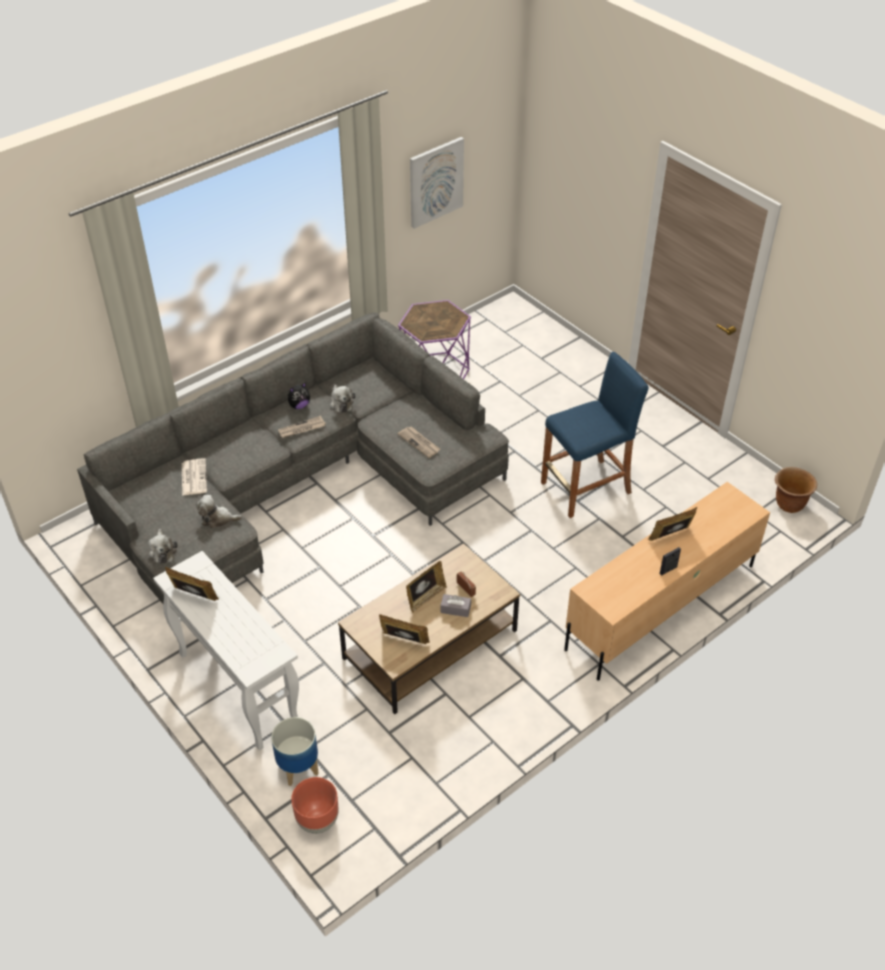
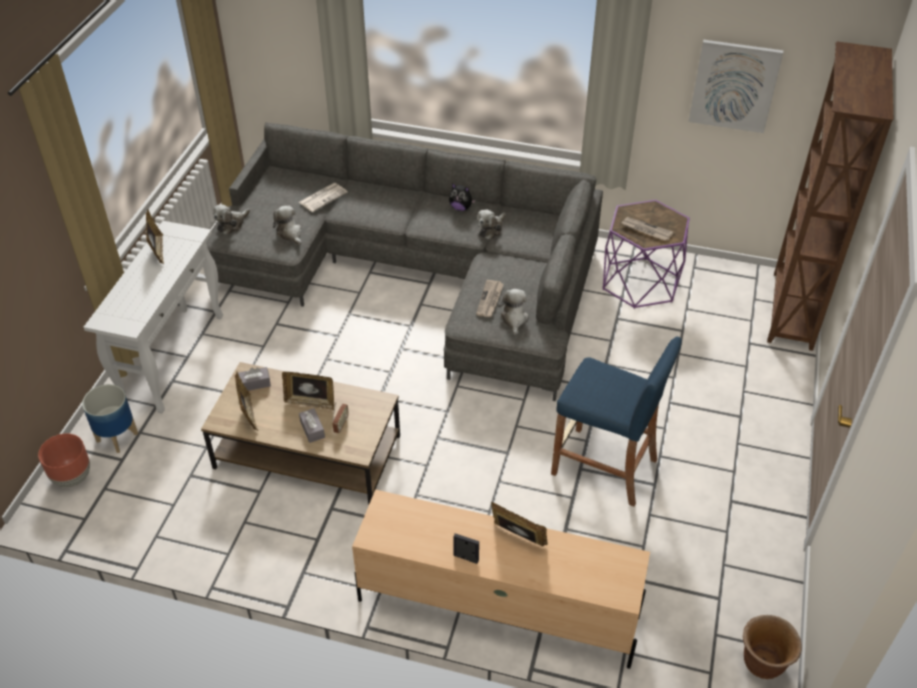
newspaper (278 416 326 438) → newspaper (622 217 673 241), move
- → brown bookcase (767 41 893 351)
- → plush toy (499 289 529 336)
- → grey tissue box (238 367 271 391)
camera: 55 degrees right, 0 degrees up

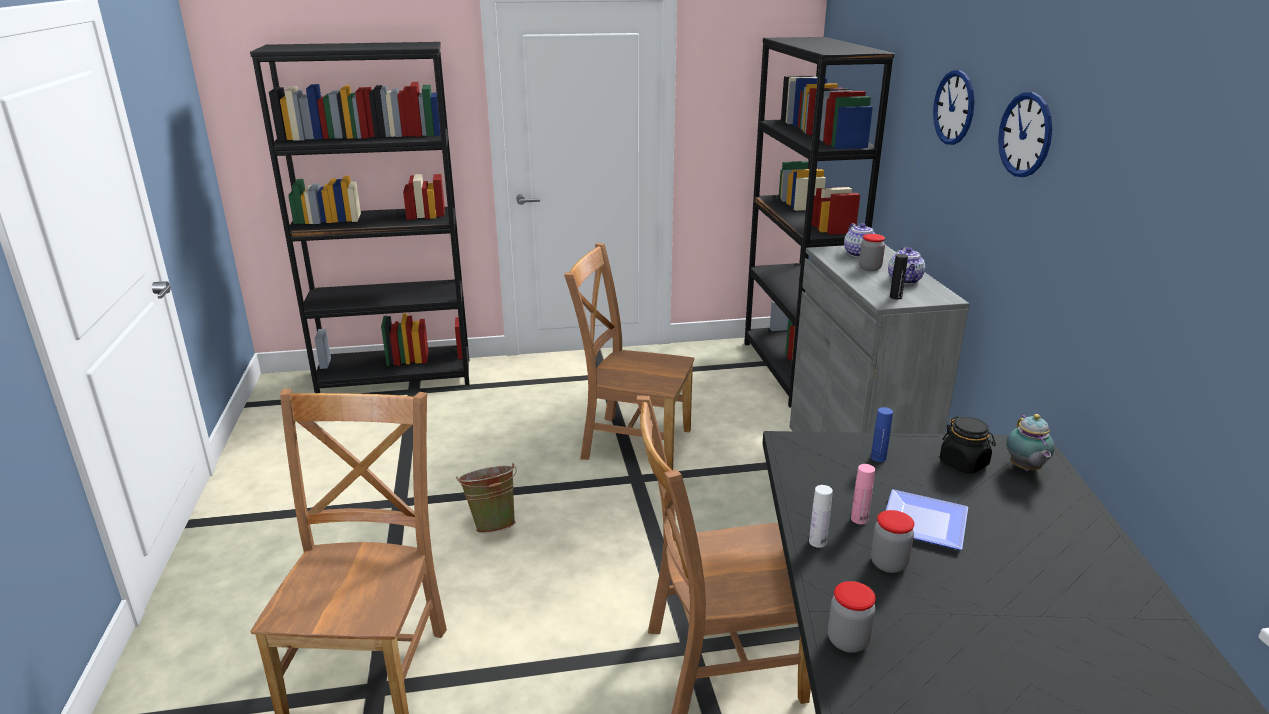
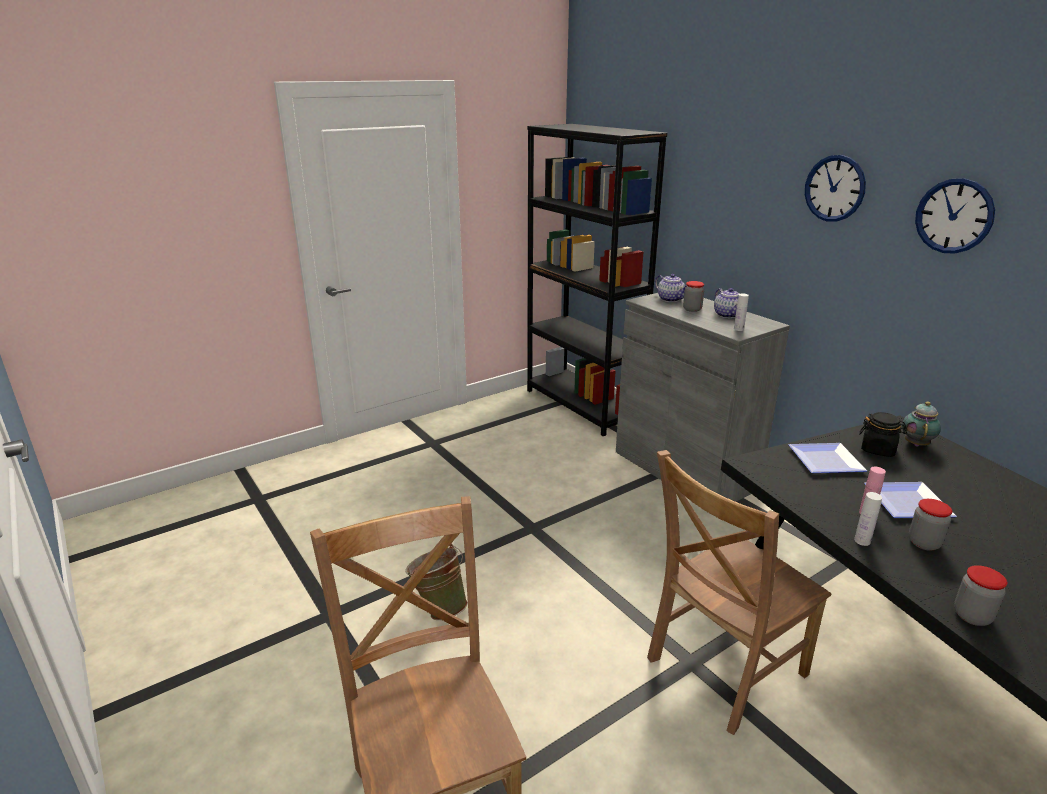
black bookcase (250 42 469 393) → -
wall clock (933 70 974 145) → wall clock (915 178 995 254), move
brown chair (564 243 694 470) → -
black bottle (890 254 908 300) → white bottle (734 294 749 331)
blue bottle (871 407 893 462) → plate (788 443 867 473)
teapot (1006 414 1055 471) → teapot (902 402 941 447), 135 degrees counterclockwise
camera: 25 degrees left, 0 degrees up

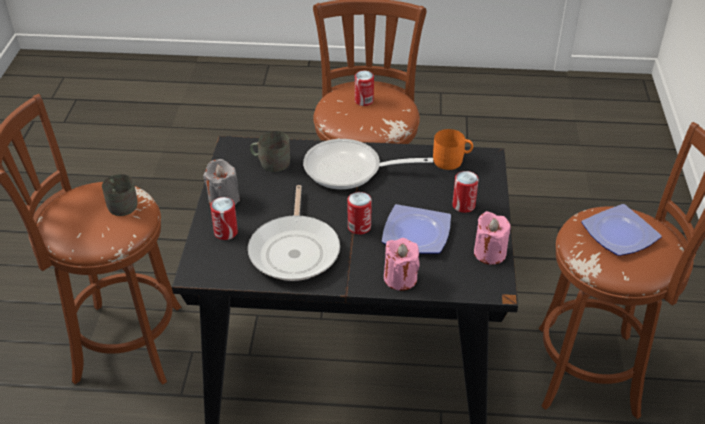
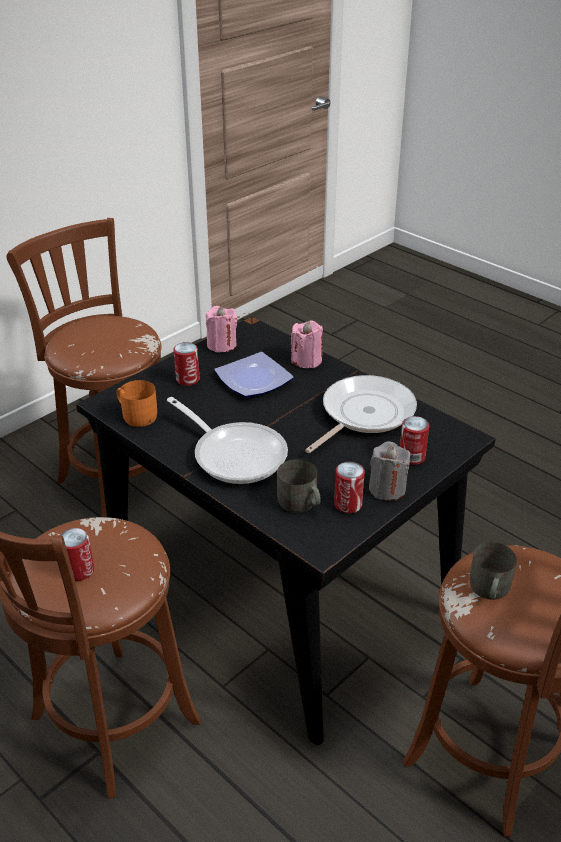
can (348 192 372 235) → can (334 462 365 513), move
plate (581 204 662 256) → -
camera: 140 degrees left, 5 degrees down

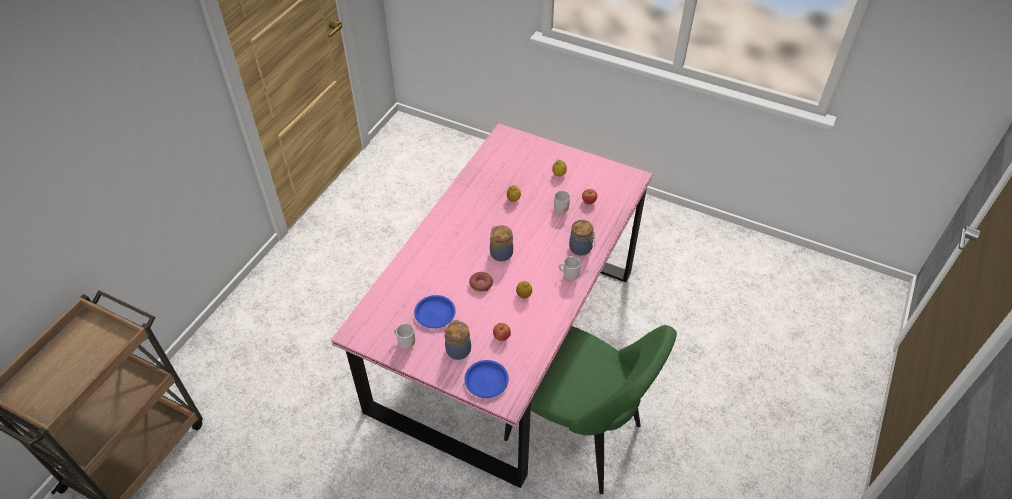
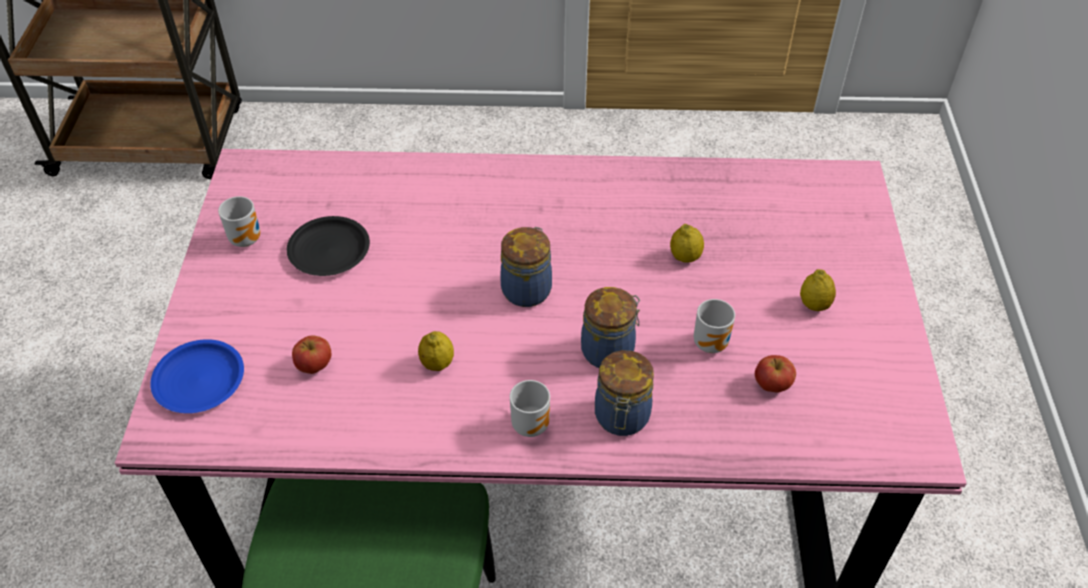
donut (469 272 493 292) → -
blue plate (414 295 456 329) → black plate (287 216 370 276)
jar (445 320 471 360) → jar (581 287 640 368), move
camera: 65 degrees right, 0 degrees up

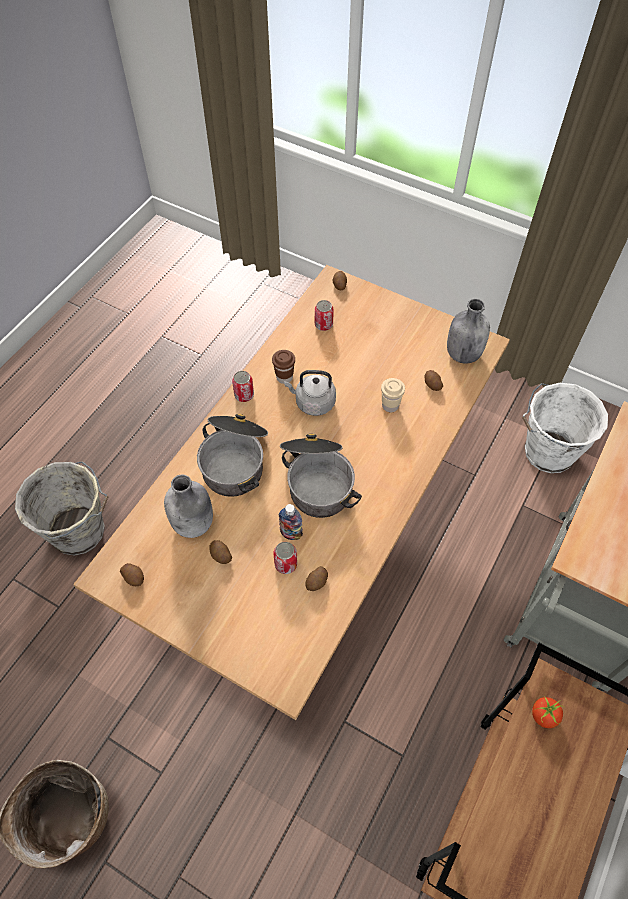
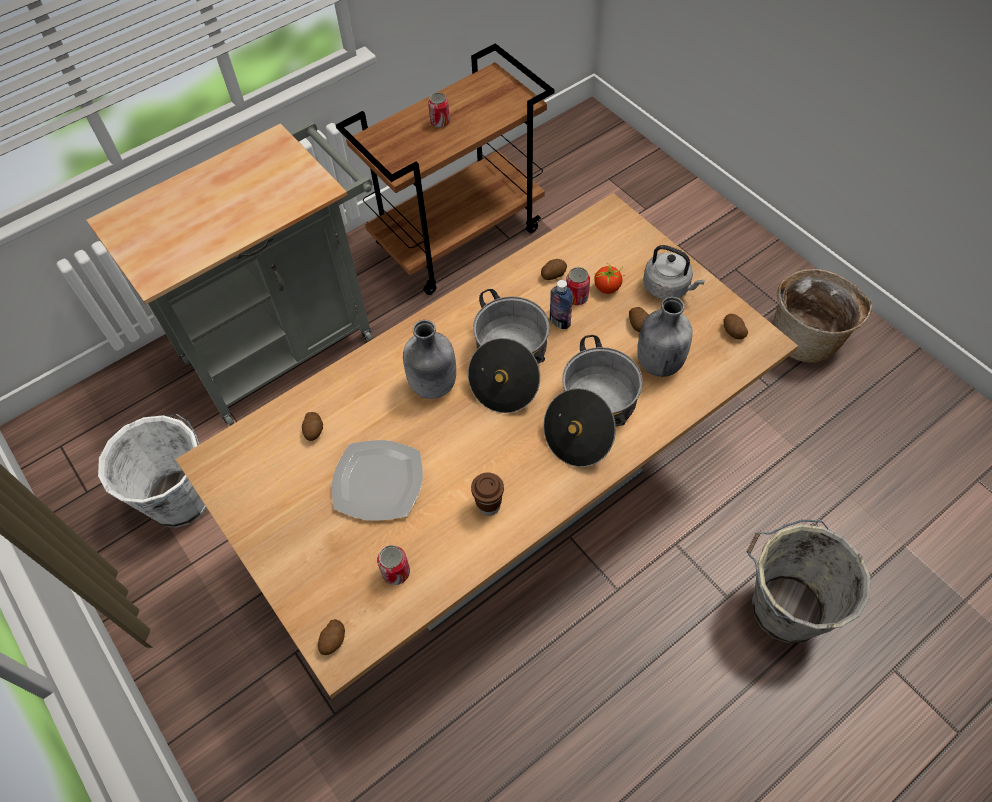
grey bottle (447 299 490 364) → grey bottle (403 320 456 399), move
grey kettle (284 370 336 416) → grey kettle (643 245 705 300), move
can (232 371 254 402) → can (428 93 450 128), move
beige cup (381 378 405 412) → -
tomato (532 696 564 728) → tomato (594 263 623 294), move
- → plate (332 440 423 521)
camera: 155 degrees left, 0 degrees up

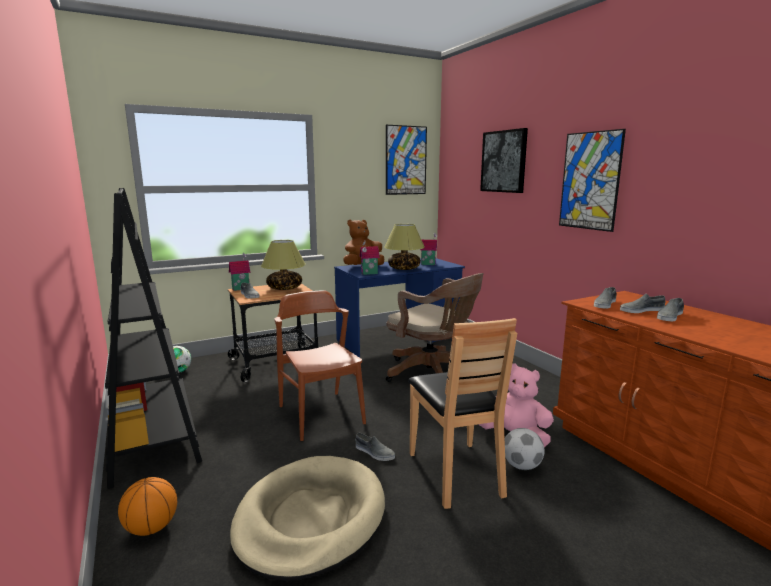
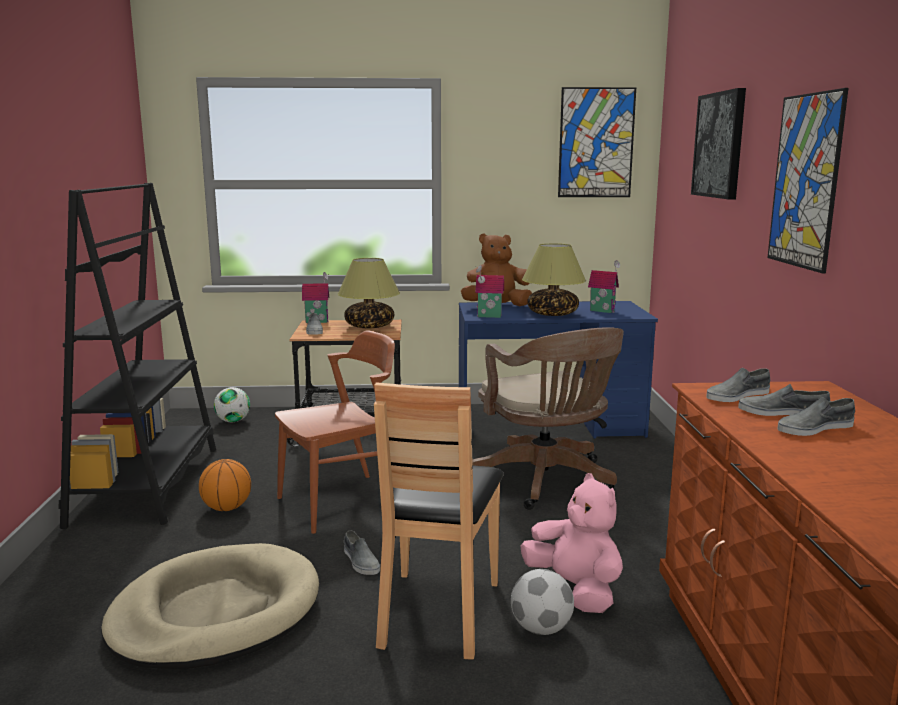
brown chair (274 290 366 441) → brown chair (275 330 395 534), 60 degrees clockwise
basketball (118 477 177 536) → basketball (199 459 251 511), move
camera: 25 degrees right, 0 degrees up

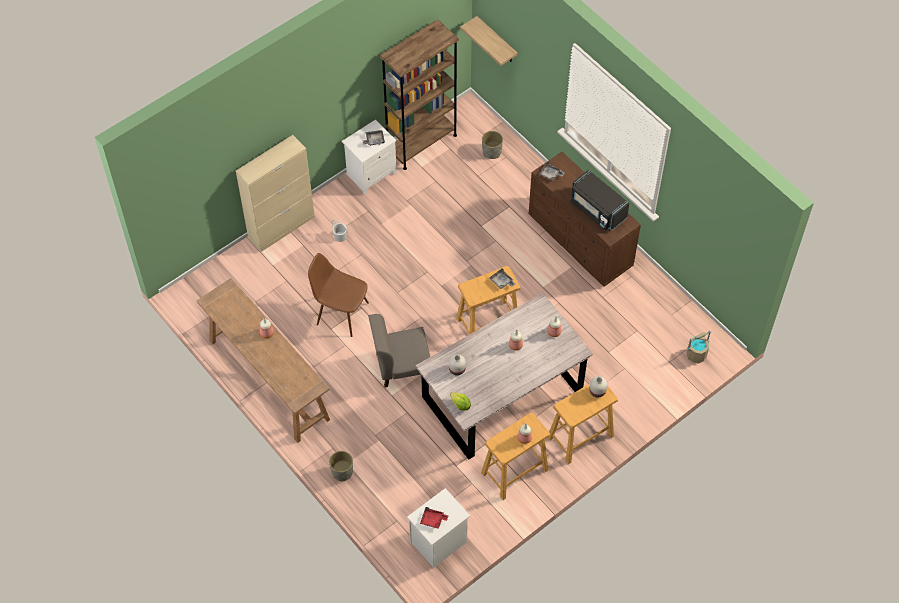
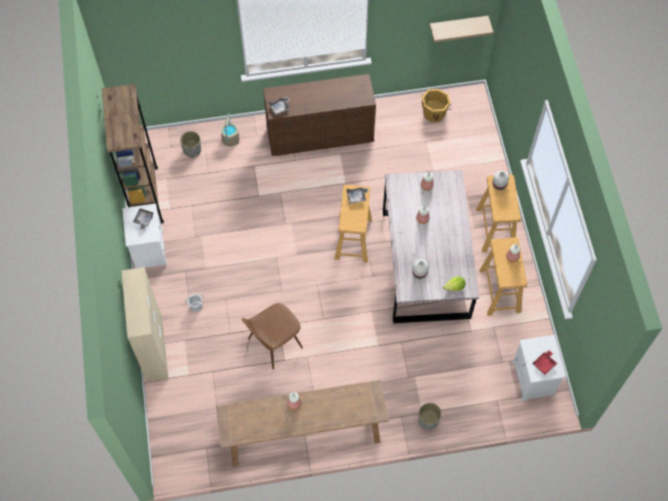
shelf (460 16 517 66) → shelf (430 16 493 43), move
black microwave (570 170 629 230) → -
grey chair (368 314 430 387) → -
beige bucket (687 331 711 364) → beige bucket (221 113 240 147), move
- → orange bucket (422 89 451 122)
camera: 60 degrees left, 5 degrees up

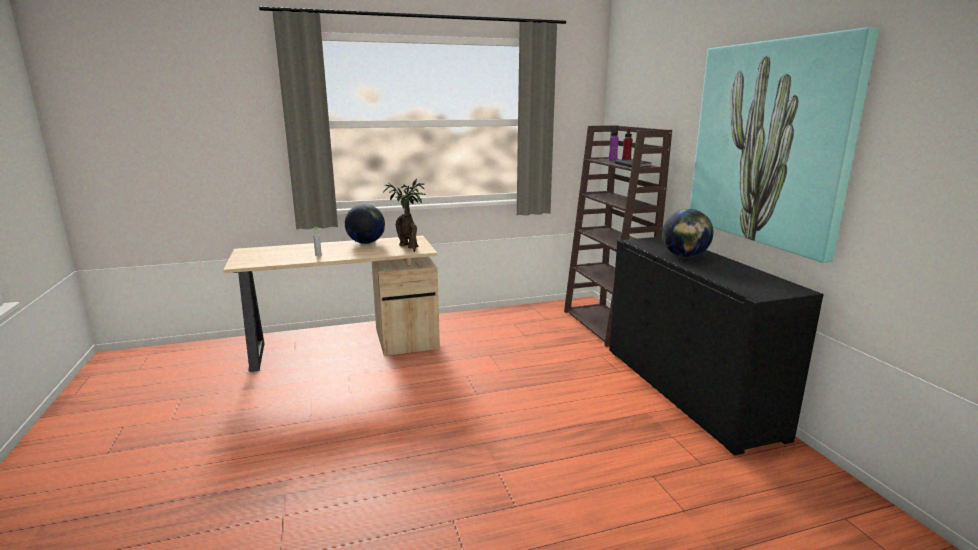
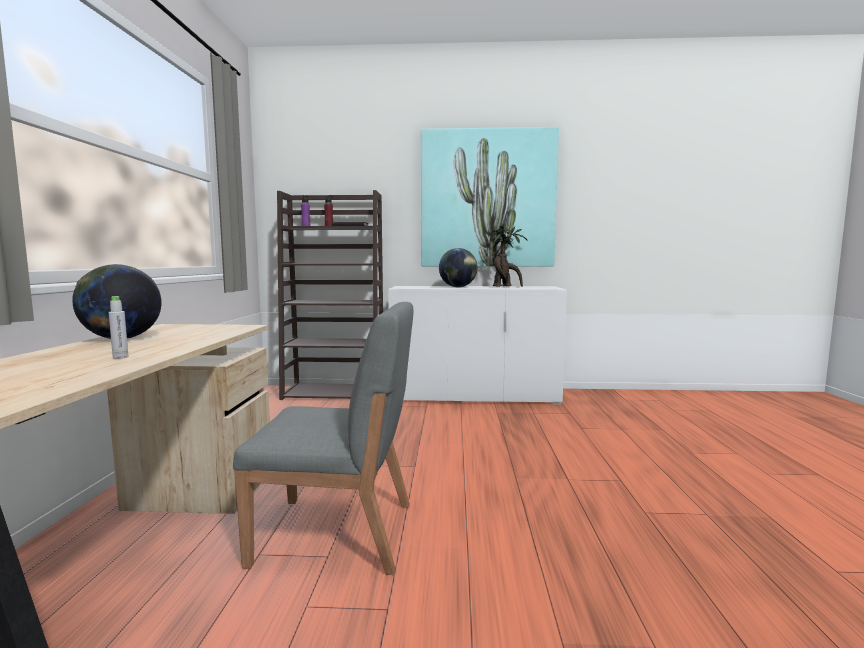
potted plant (383 179 426 252) → potted plant (492 223 528 287), move
black cabinet (609 237 824 456) → white cabinet (388 286 567 405)
- → grey chair (233 302 413 575)
camera: 70 degrees left, 10 degrees down

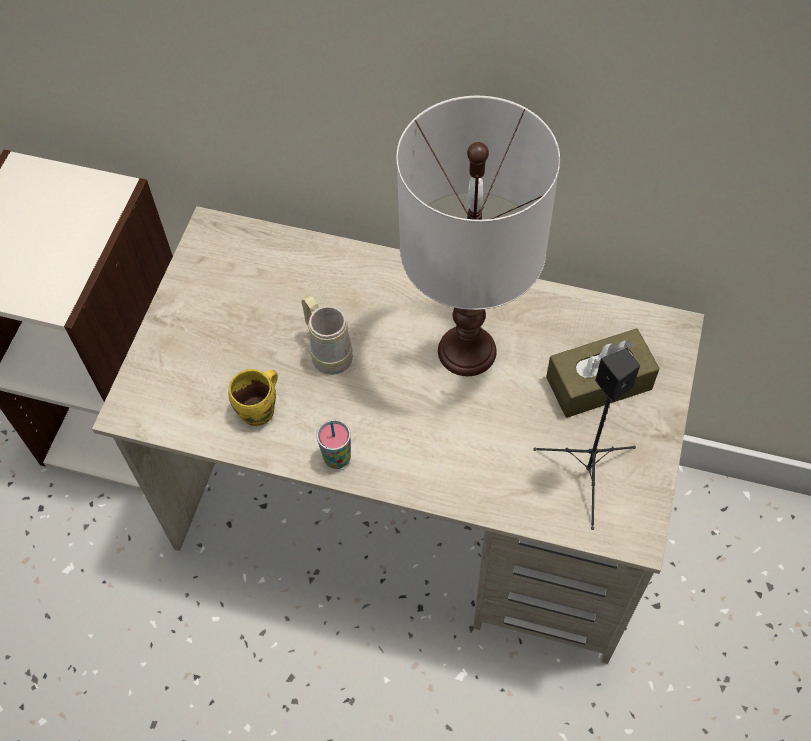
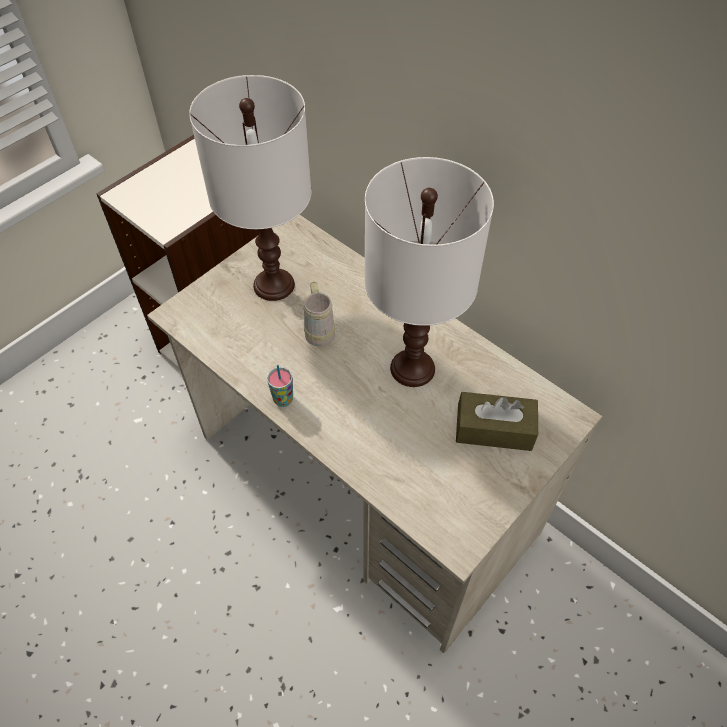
black speaker (533 348 640 530) → -
yellow mug (228 369 278 426) → -
- → white table lamp (189 75 312 301)
camera: 25 degrees right, 5 degrees down

